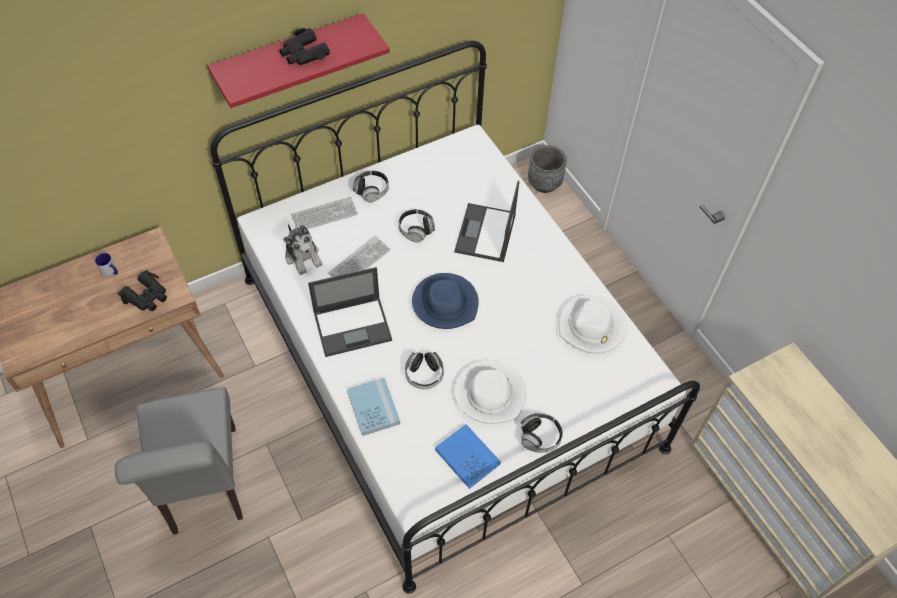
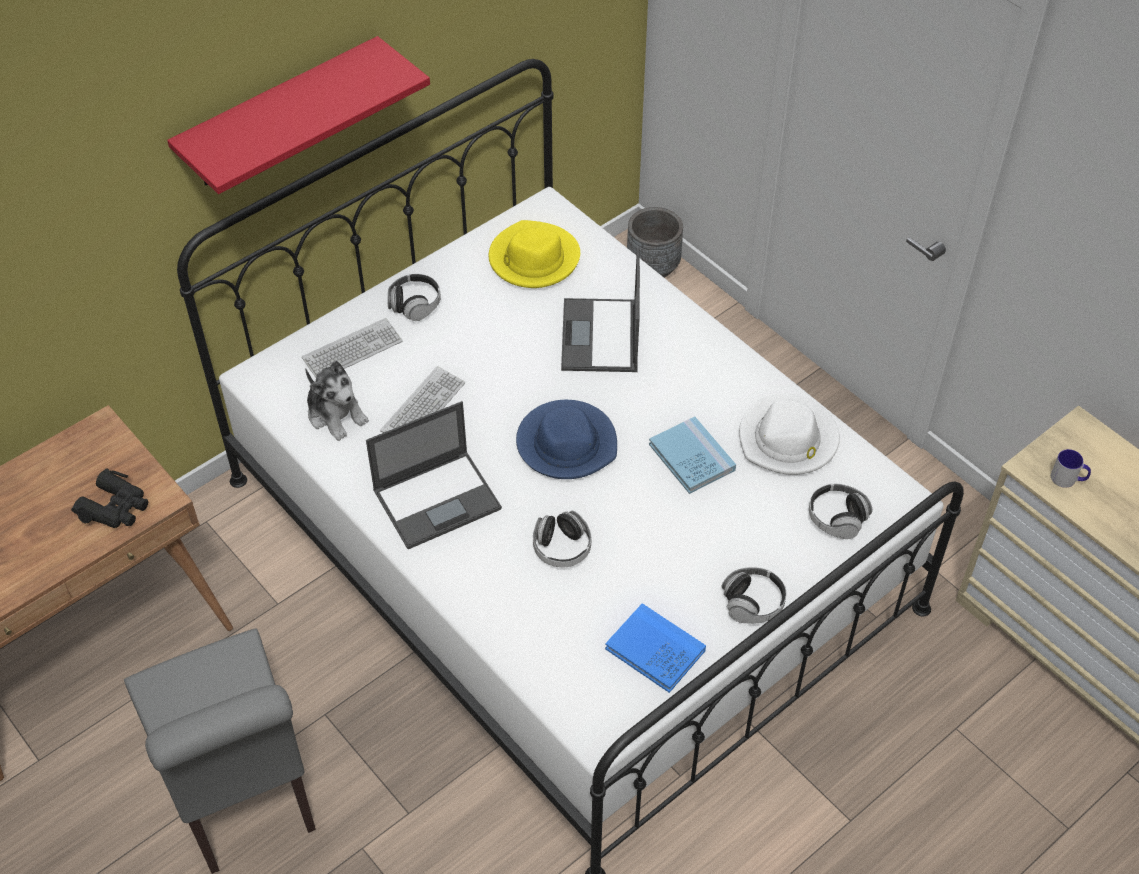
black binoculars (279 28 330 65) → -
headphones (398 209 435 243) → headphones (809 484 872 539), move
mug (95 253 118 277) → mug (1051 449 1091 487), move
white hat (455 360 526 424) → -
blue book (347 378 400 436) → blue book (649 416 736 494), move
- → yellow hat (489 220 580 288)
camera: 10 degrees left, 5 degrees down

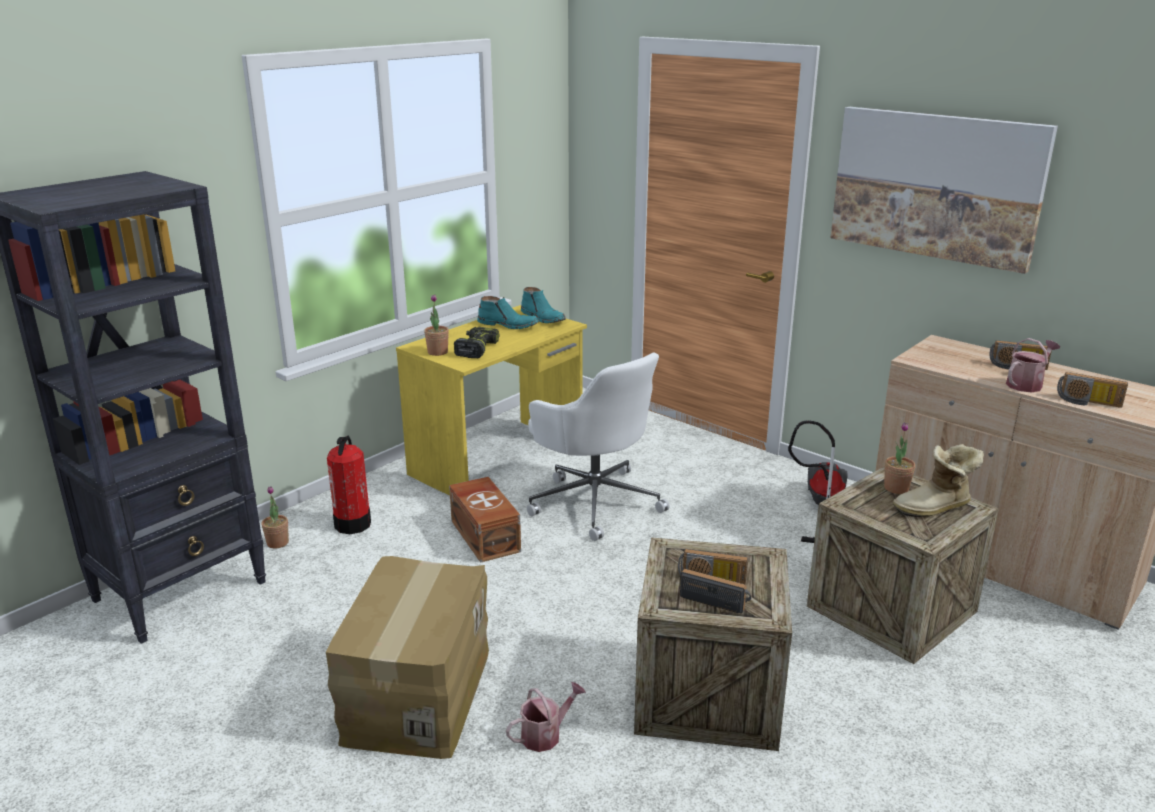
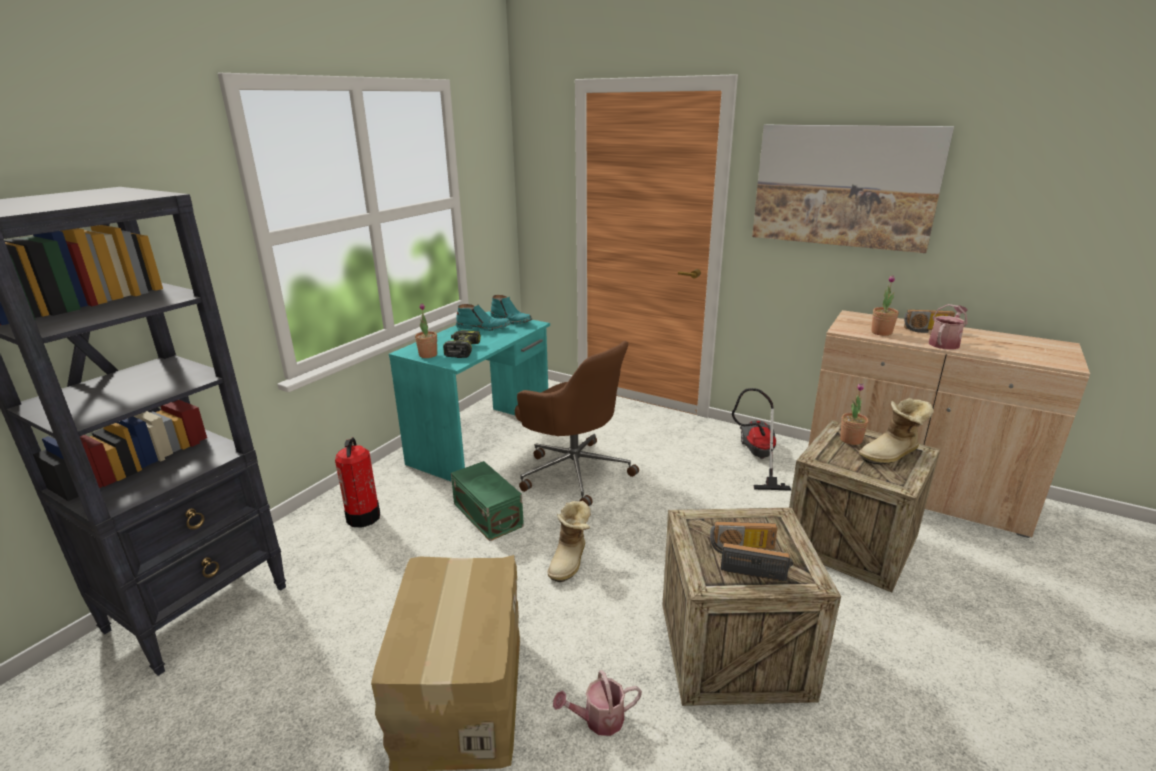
yellow desk (396 305 587 496) → turquoise desk (389 311 550 482)
white office chair (527 353 670 541) → brown office chair (515 341 639 506)
radio (1057 372 1128 408) → -
brown storage box (449 477 521 563) → green storage box (451 461 524 541)
potted plant (261 486 289 549) → potted plant (871 275 899 336), move
watering can (506 682 586 752) → watering can (553 670 642 736), 150 degrees counterclockwise
- → boot (548 501 591 583)
camera: 10 degrees left, 0 degrees up

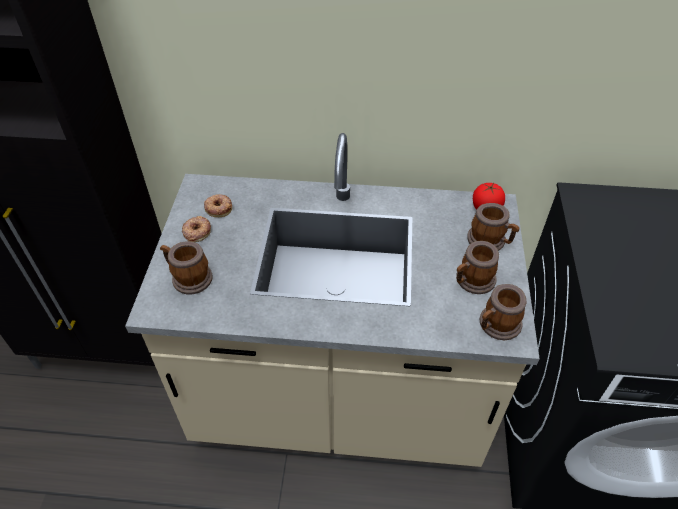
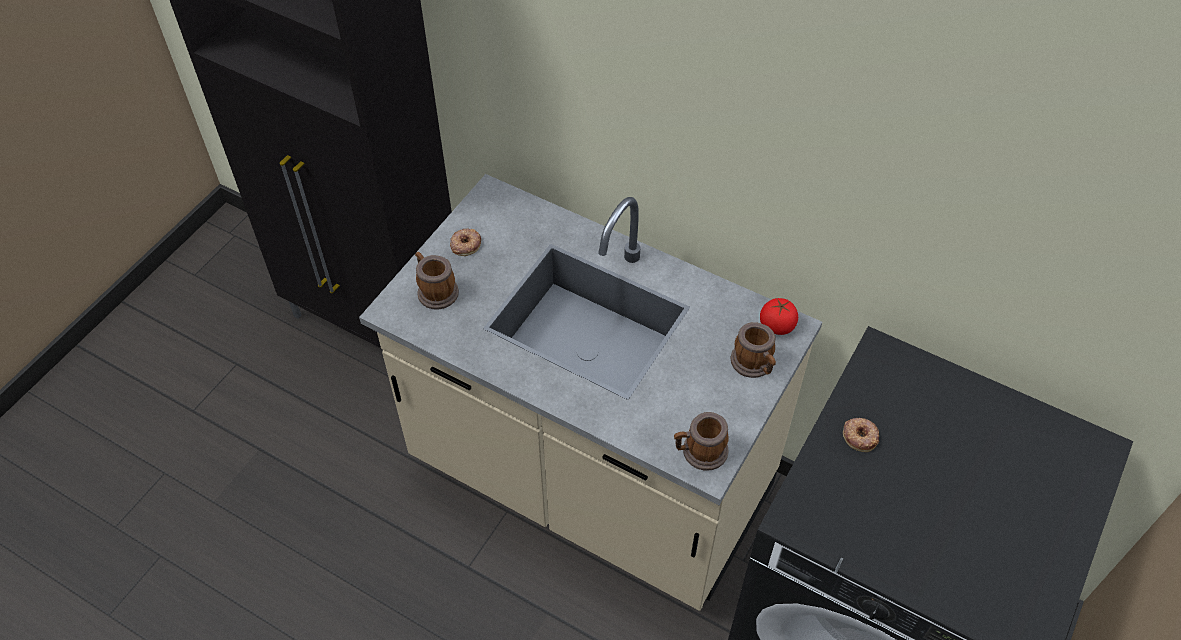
donut (204 194 232 217) → donut (843 418 879 452), move
mug (456 241 499 294) → -
camera: 25 degrees right, 5 degrees up

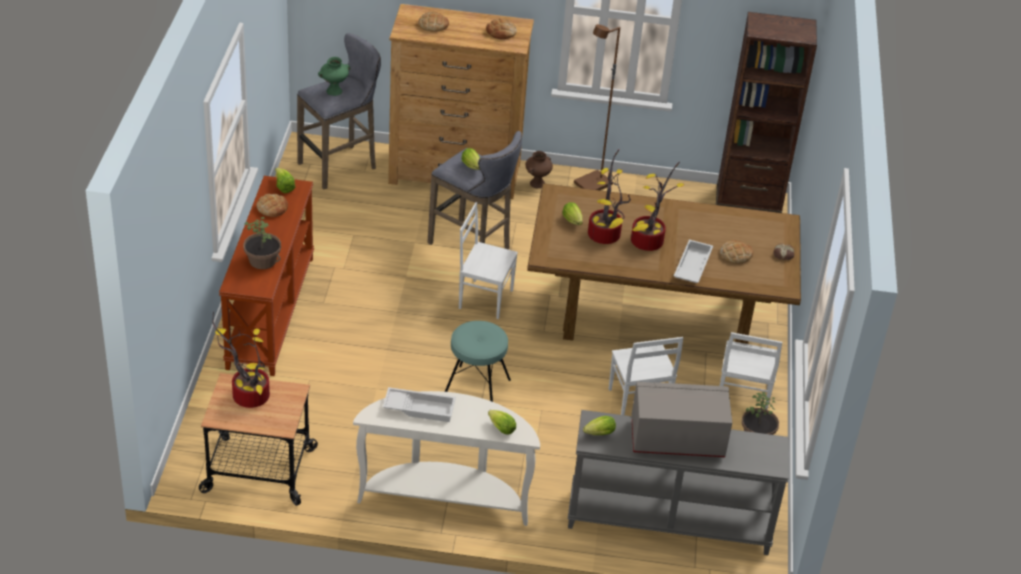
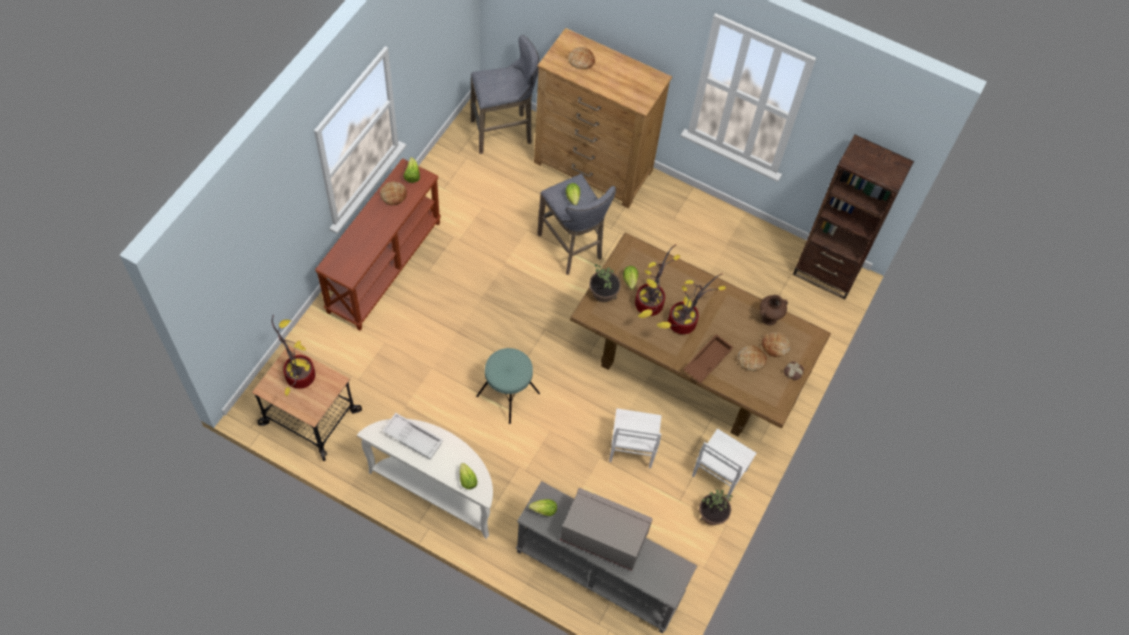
bread (486 18 517 39) → bread (762 332 790 357), move
brown floor lamp (574 24 620 190) → -
green vase (318 57 351 96) → -
brown vase (525 151 553 188) → brown vase (759 295 788 325), move
white chair (459 202 518 319) → -
potted plant (243 216 281 269) → potted plant (589 264 621 302), move
white tray (674 240 713 283) → brown tray (683 334 734 383)
camera: 20 degrees right, 20 degrees up

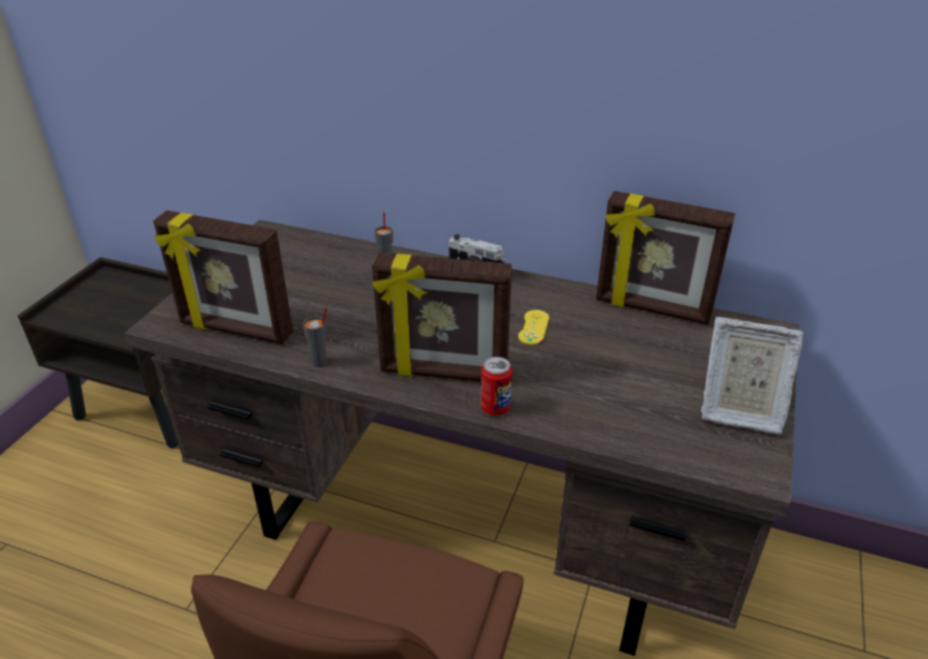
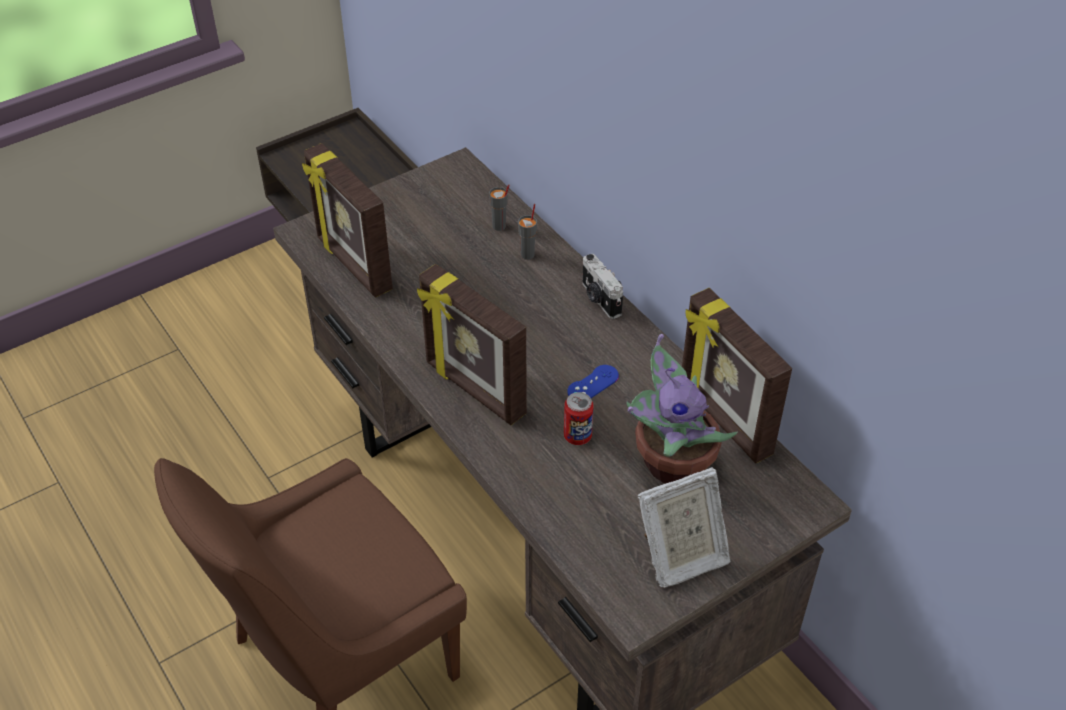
grey cup (303 308 327 368) → grey cup (489 184 510 231), move
yellow game controller (518 310 549 345) → blue game controller (567 365 619 398)
picture frame (701 317 804 435) → picture frame (638 467 731 588), 75 degrees counterclockwise
can (481 357 512 416) → can (564 392 594 445), move
- → potted plant (626 334 738 483)
camera: 35 degrees right, 10 degrees up

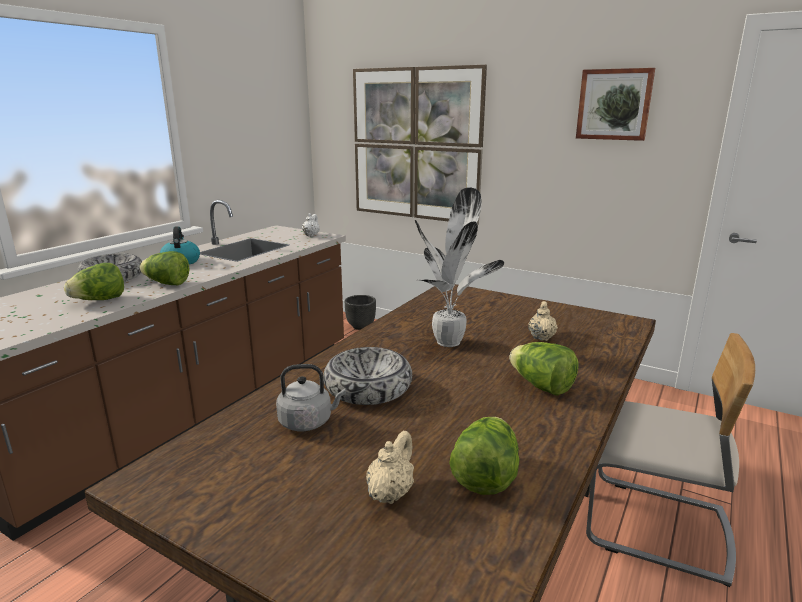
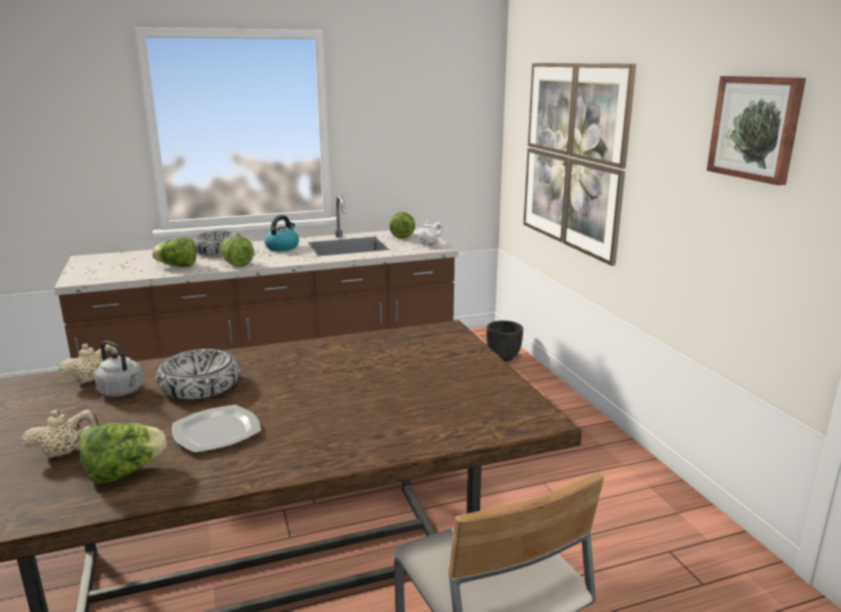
potted plant (415 187 504 347) → -
beige teapot (528 301 558 341) → beige teapot (59 343 119 383), move
lettuce (509 342 579 396) → lettuce (390 212 415 238), move
- → plate (172 405 261 453)
camera: 40 degrees right, 0 degrees up

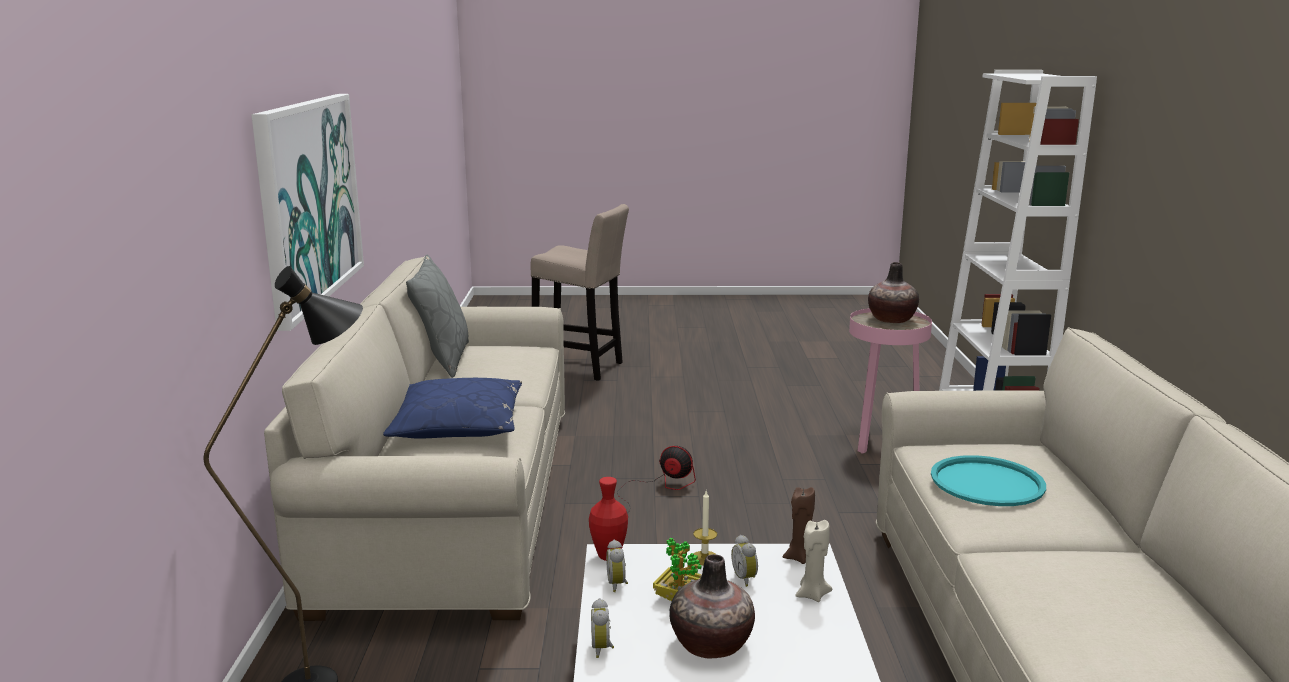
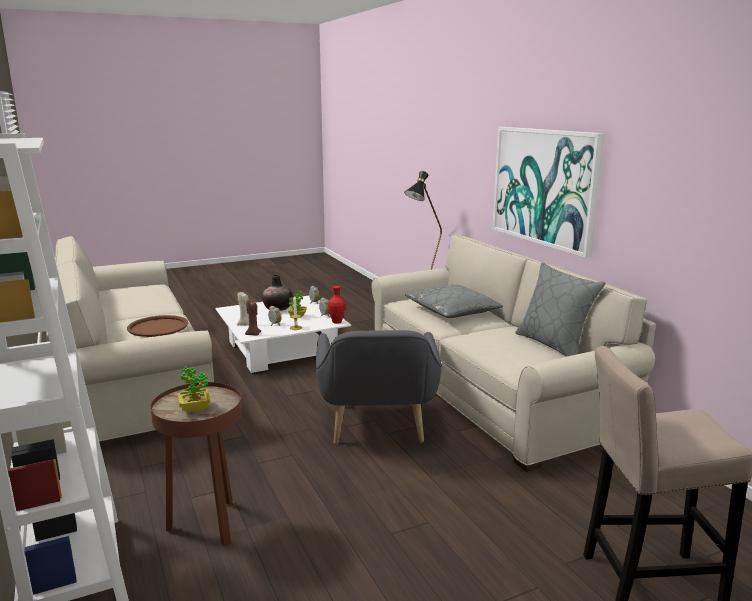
vase (868 262 919 323) → potted plant (178 366 210 413)
pink side table (849 308 932 453) → brown side table (151 382 242 545)
blue pillow (383 378 522 439) → grey pillow (405 285 503 318)
fan (617 446 696 511) → grey armchair (315 330 442 444)
turquoise tray (931 455 1046 506) → brown tray (127 315 188 337)
camera: 155 degrees right, 0 degrees up

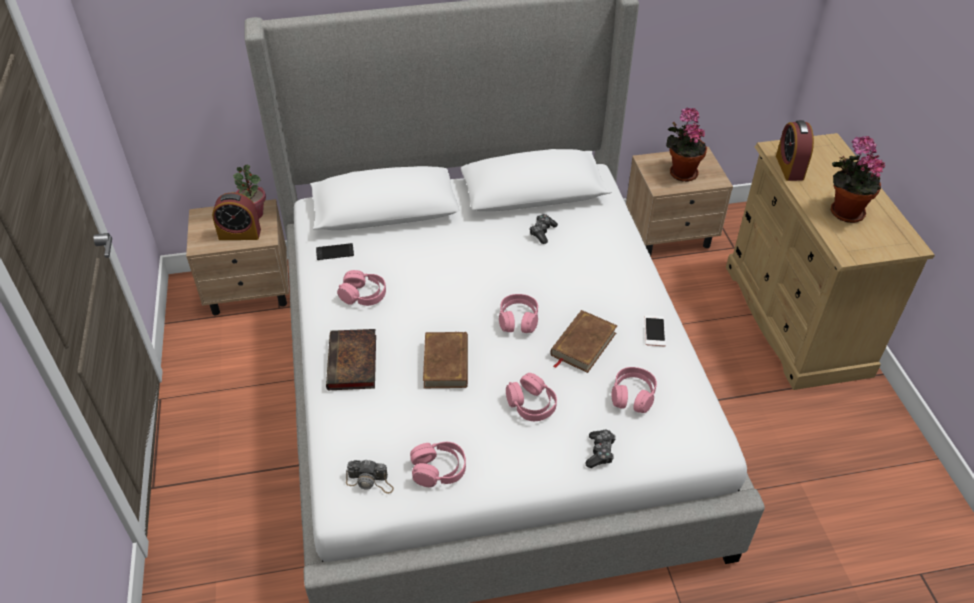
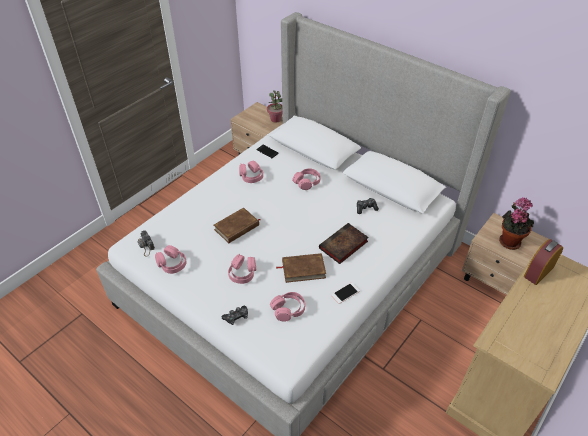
potted plant (831 136 885 223) → -
alarm clock (212 192 261 240) → -
pink headphones (499 294 538 333) → pink headphones (292 168 321 190), move
book (326 329 376 390) → book (319 223 369 264), move
camera: 50 degrees right, 0 degrees up

